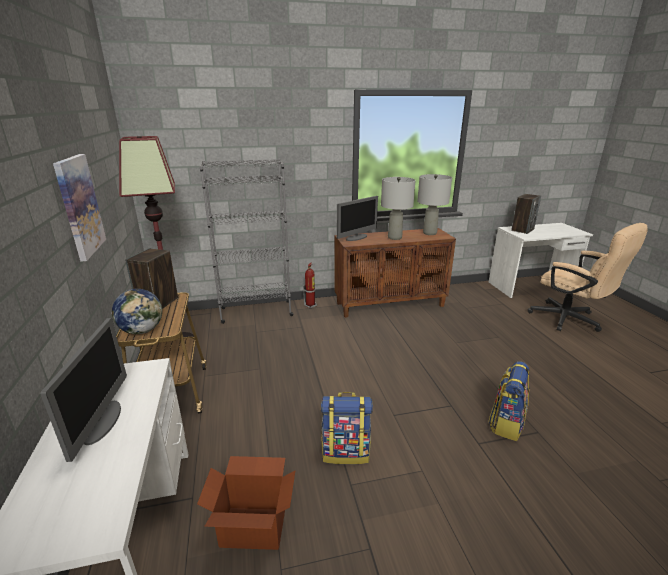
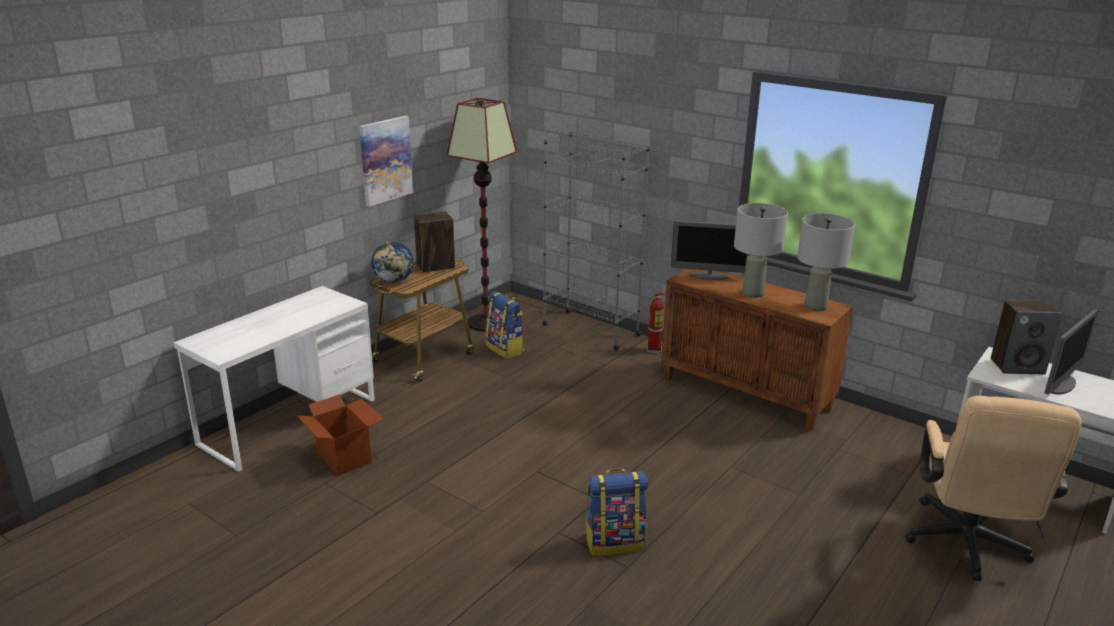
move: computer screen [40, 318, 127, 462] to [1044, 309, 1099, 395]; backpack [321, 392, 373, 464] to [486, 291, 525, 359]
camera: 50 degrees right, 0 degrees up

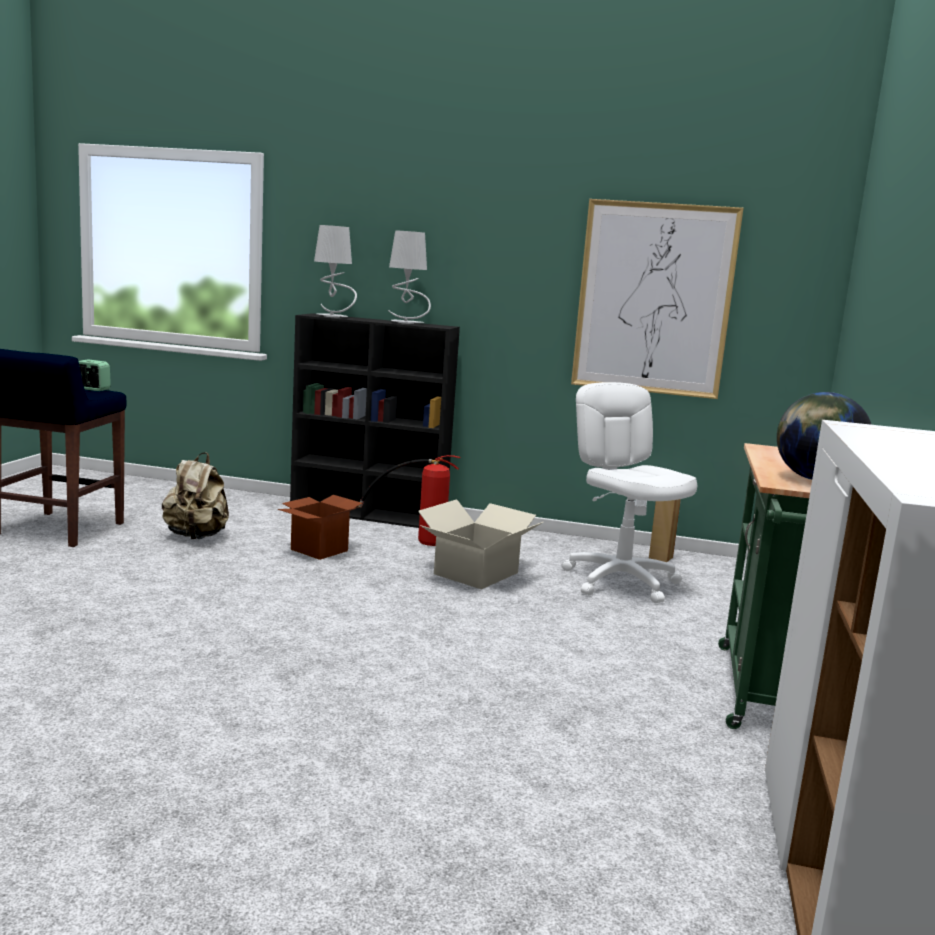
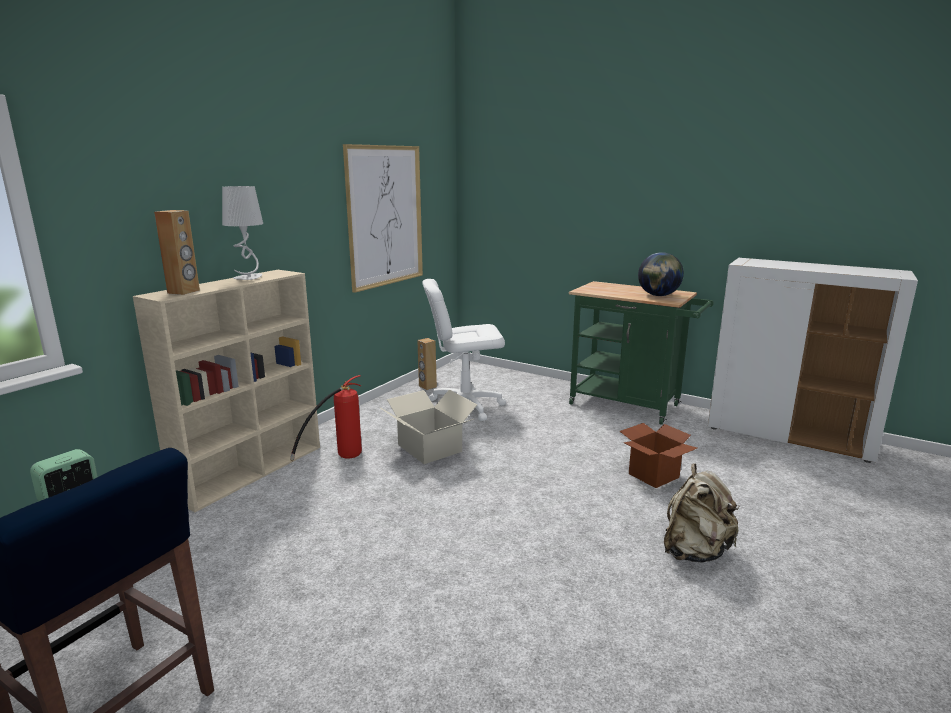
move: backpack (beige) [162, 452, 229, 539] to [664, 463, 739, 563]; cardboard box [278, 495, 362, 560] to [619, 423, 697, 488]
replace: lamp for a table (grey) [314, 225, 357, 317] to speaker (brownish) [154, 210, 200, 295]
recolor: bookshelf (blackish) [290, 313, 460, 528] to bookshelf (beige) [133, 270, 320, 512]
camera: 70 degrees left, 5 degrees up

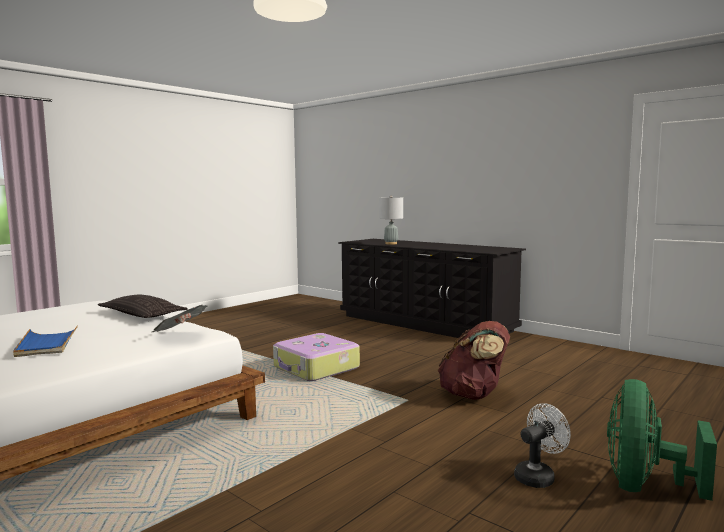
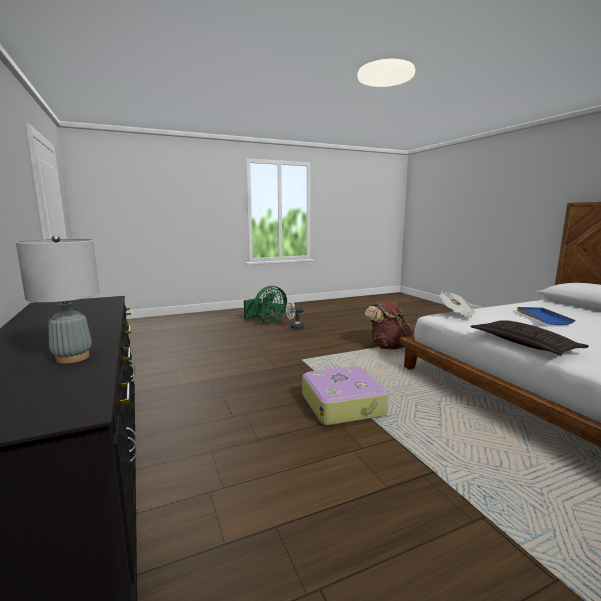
move: backpack (brownish) [438, 321, 510, 400] to [365, 300, 414, 350]
camera: 155 degrees left, 5 degrees up

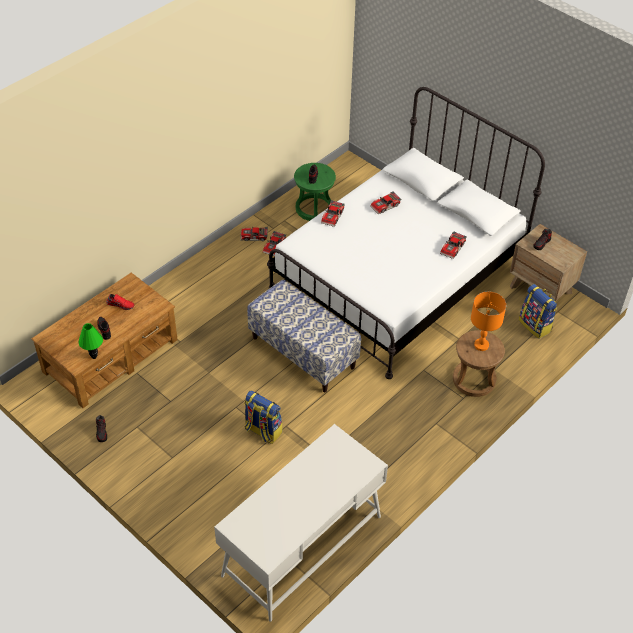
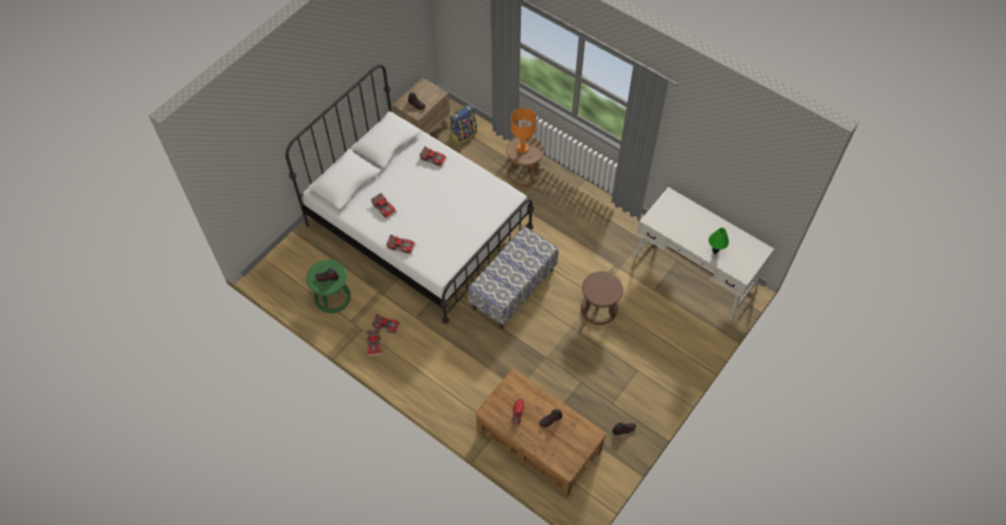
move: lamp for a table (greenish) [79, 323, 103, 359] to [709, 228, 729, 254]
replace: backpack [244, 390, 283, 444] to sitting stool (brownish) [581, 271, 623, 325]
camera: 95 degrees left, 10 degrees up

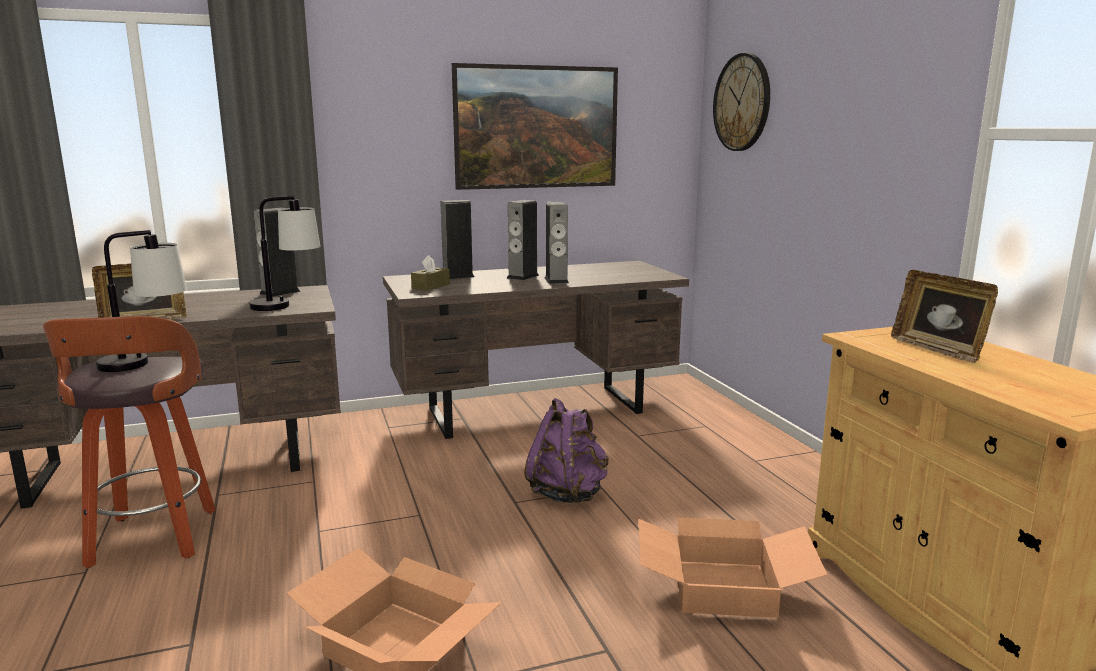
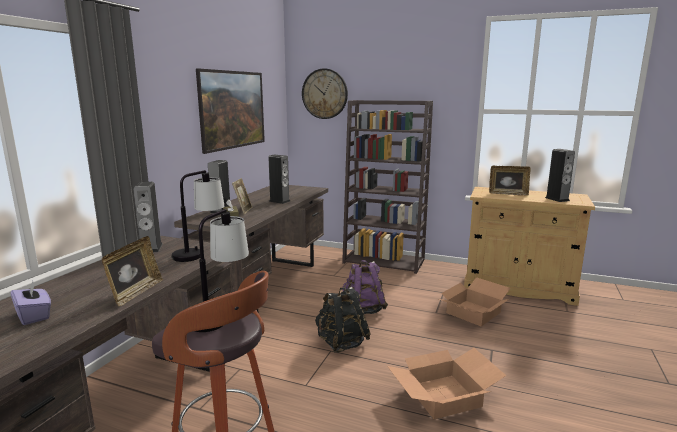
insert: box of tissues (purplish) [11, 281, 51, 325]; standing frame [232, 178, 253, 214]; backpack (blackish) [315, 287, 371, 353]; bookshelf (brownish) [342, 100, 433, 274]
move: speaker [507, 200, 539, 280] to [545, 149, 575, 202]
camera: 50 degrees left, 0 degrees up

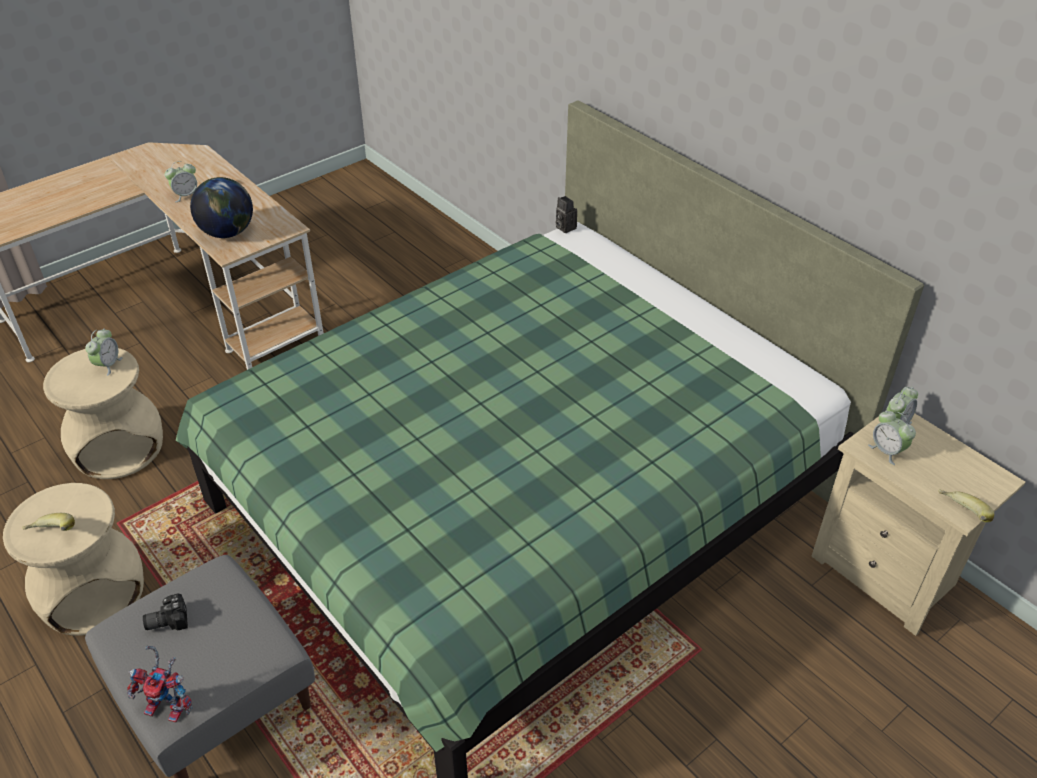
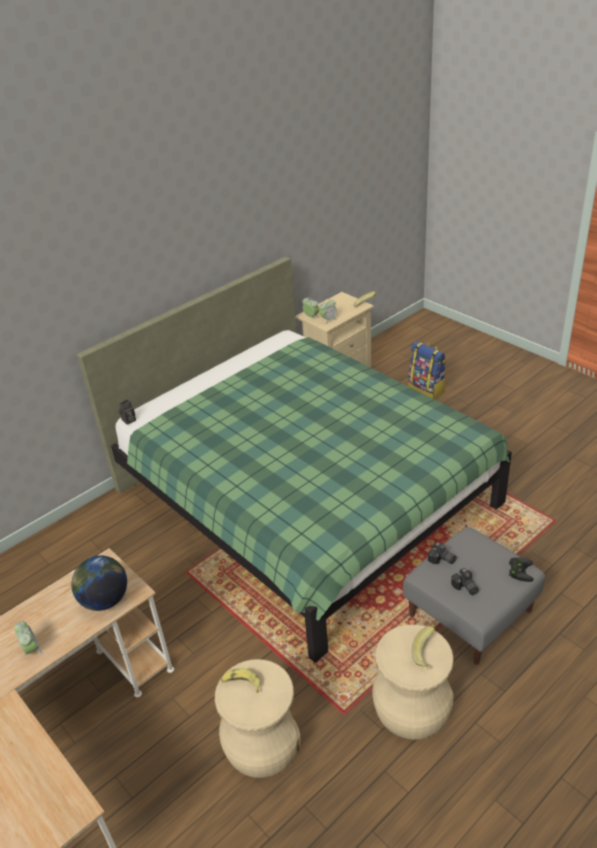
insert: backpack [408, 341, 446, 399]; still camera [428, 542, 456, 564]
replace: table clock [85, 329, 123, 376] to whole banana [221, 668, 261, 693]; model robot [127, 646, 192, 723] to joypad (blackish) [509, 557, 534, 582]
camera: 90 degrees left, 5 degrees down

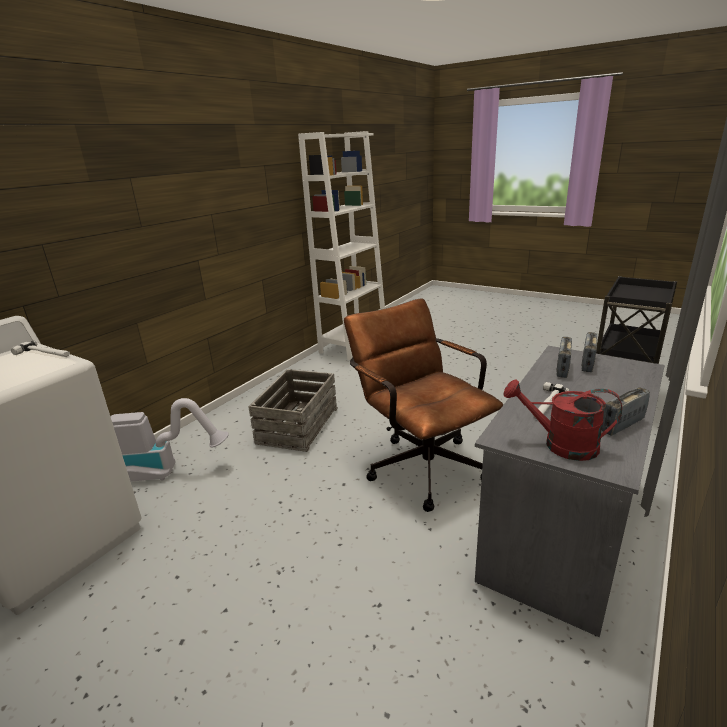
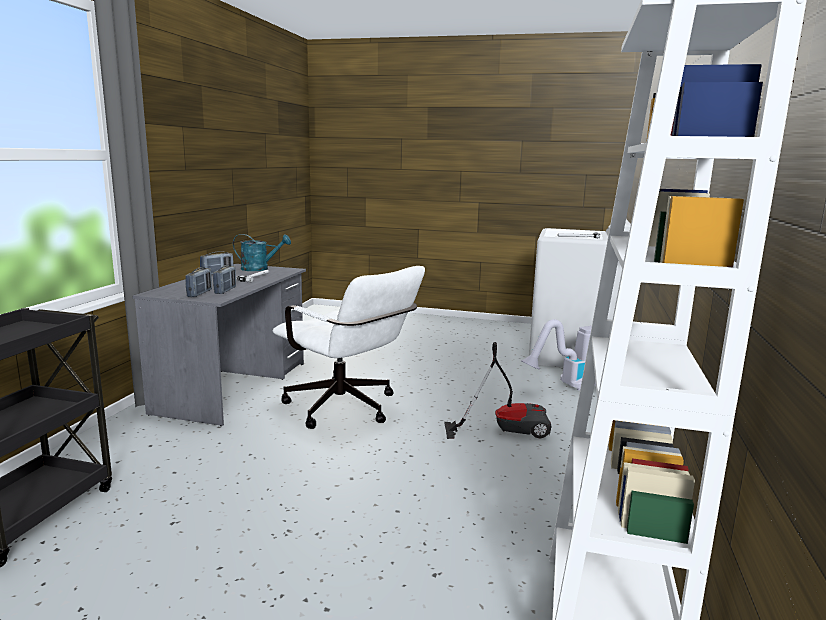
replace: shipping crate [248, 369, 338, 452] to vacuum cleaner [444, 342, 552, 439]
recolor: desk chair (brownish) [344, 298, 503, 512] to desk chair (white-coloured) [273, 266, 425, 429]; sprinkling can (red) [504, 379, 622, 461] to sprinkling can (turquoise) [233, 234, 291, 271]
camera: 160 degrees right, 10 degrees down

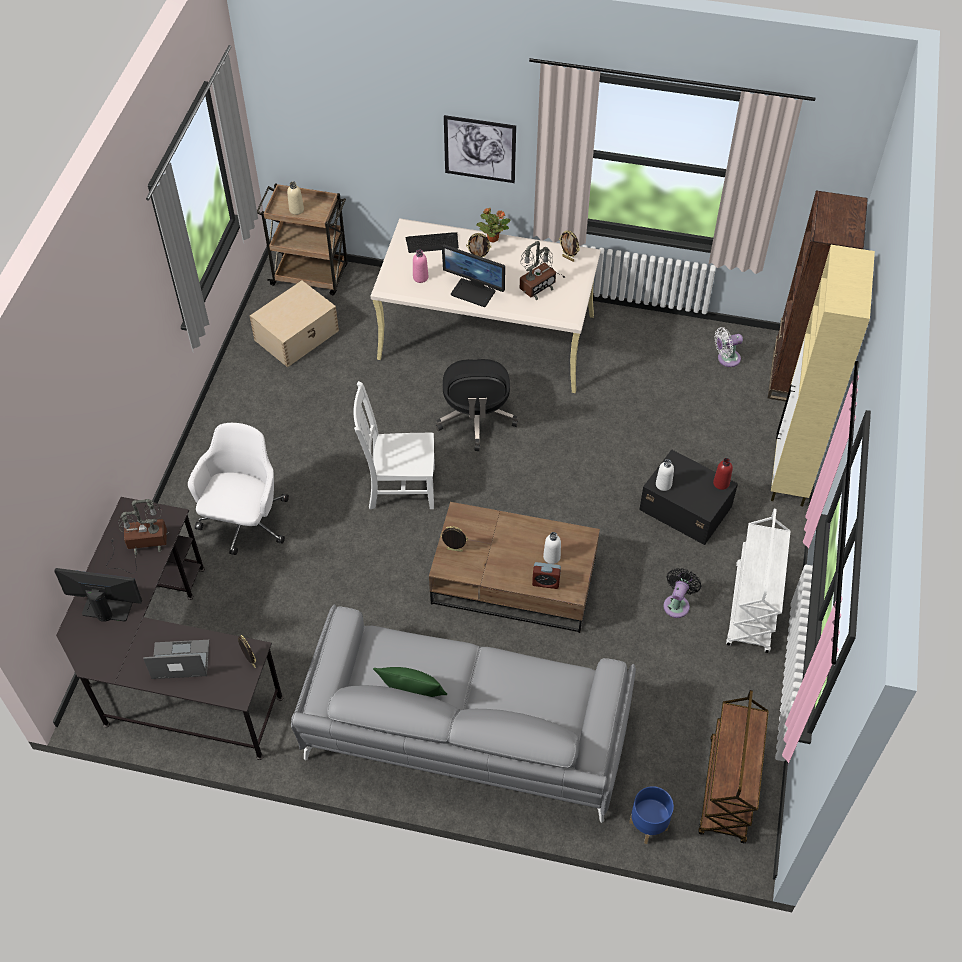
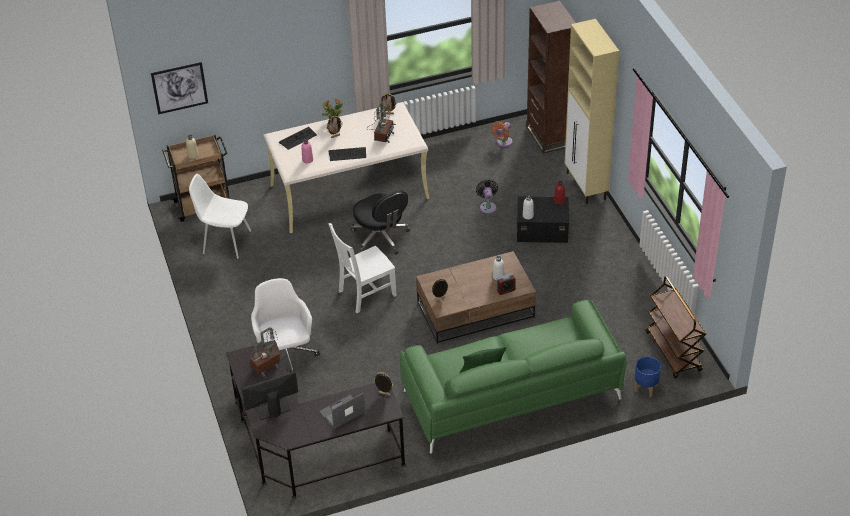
delete: cart (white-coloured) [726, 509, 791, 653]
move: wall picture [444, 115, 516, 183] to [151, 62, 208, 114]; fan (blackish) [663, 568, 701, 618] to [476, 180, 498, 214]
replace: storage container (beige) [250, 280, 339, 367] to chair (white-coloured) [189, 174, 251, 259]; computer screen [442, 244, 505, 307] to keyboard [328, 147, 366, 161]
recolor: settee (grey) [291, 604, 636, 823] to settee (greenish) [400, 300, 627, 454]; fan (white-coloured) [714, 327, 743, 367] to fan (orange-coloured) [491, 121, 513, 147]
camera: 30 degrees left, 10 degrees down

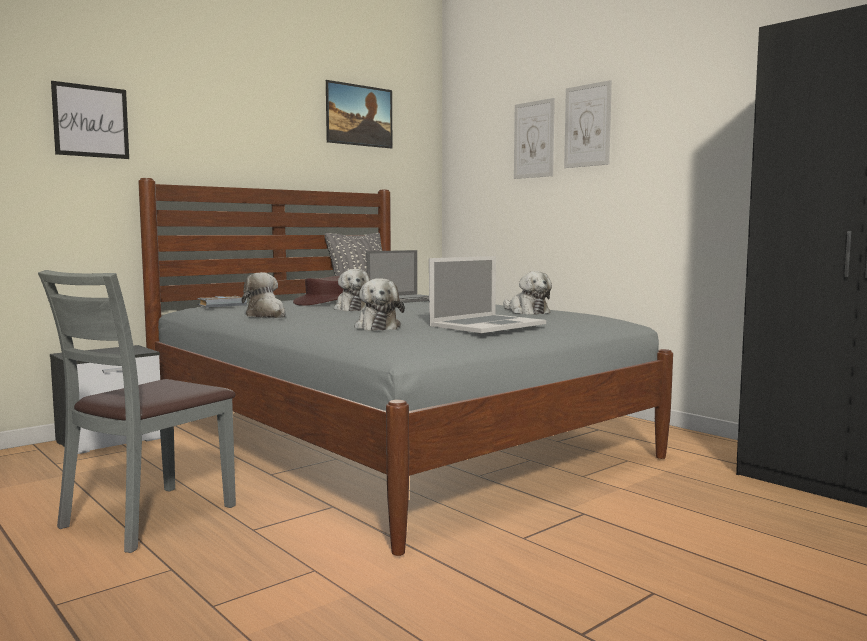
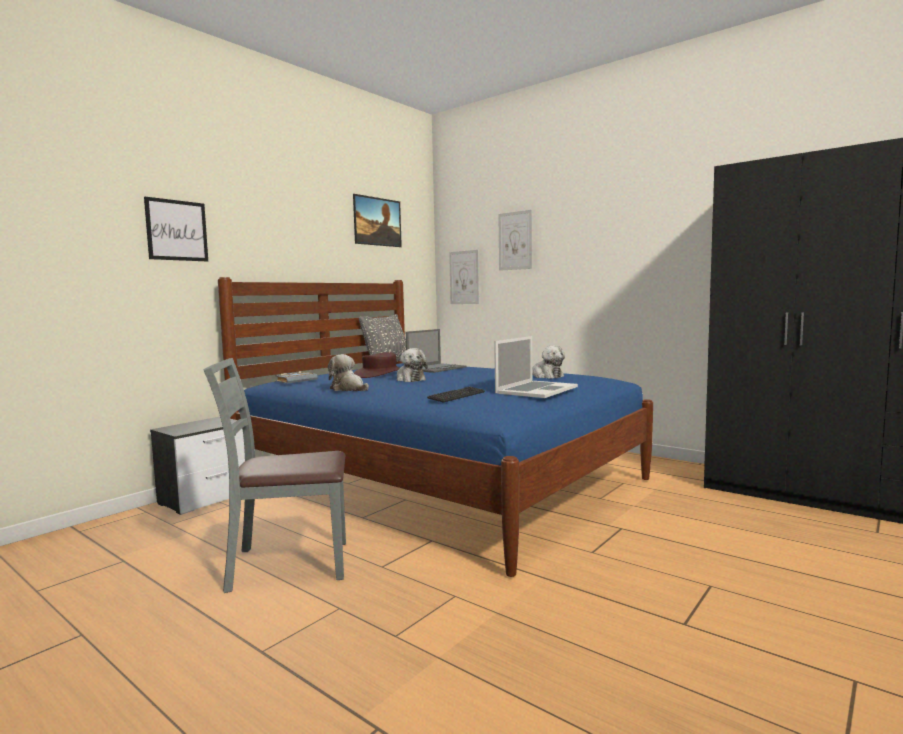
move: wall picture [564, 80, 612, 168] to [449, 250, 479, 304]
replace: cuddly toy [354, 278, 405, 331] to keyboard [427, 386, 485, 403]
recolor: sleeping bed (grey) [138, 178, 673, 556] to sleeping bed (blue-coloured) [218, 277, 653, 577]
rotate: chair (grey) [38, 270, 236, 553] = [203, 358, 346, 593] 60 degrees clockwise
camera: 10 degrees left, 0 degrees up

